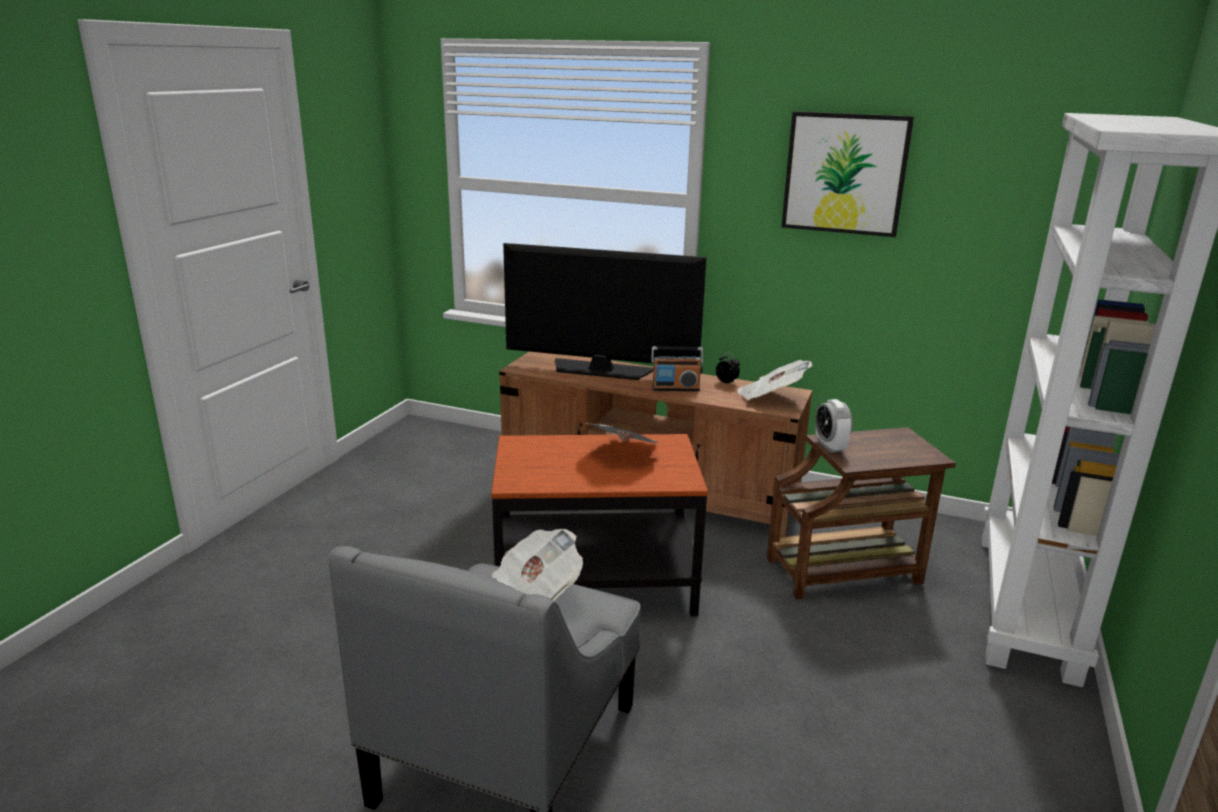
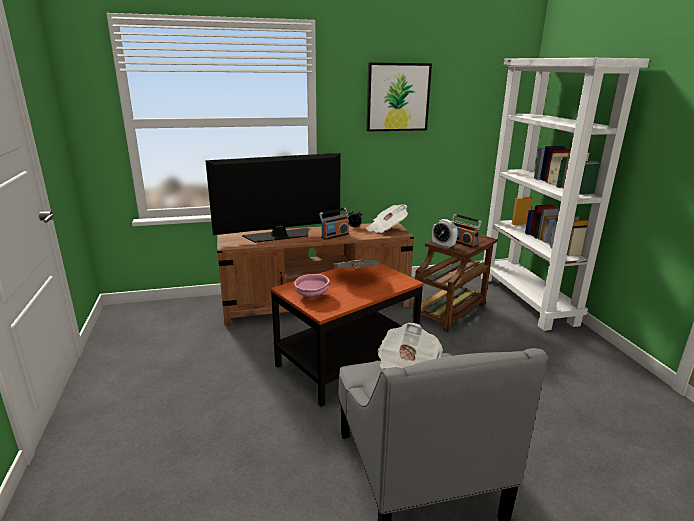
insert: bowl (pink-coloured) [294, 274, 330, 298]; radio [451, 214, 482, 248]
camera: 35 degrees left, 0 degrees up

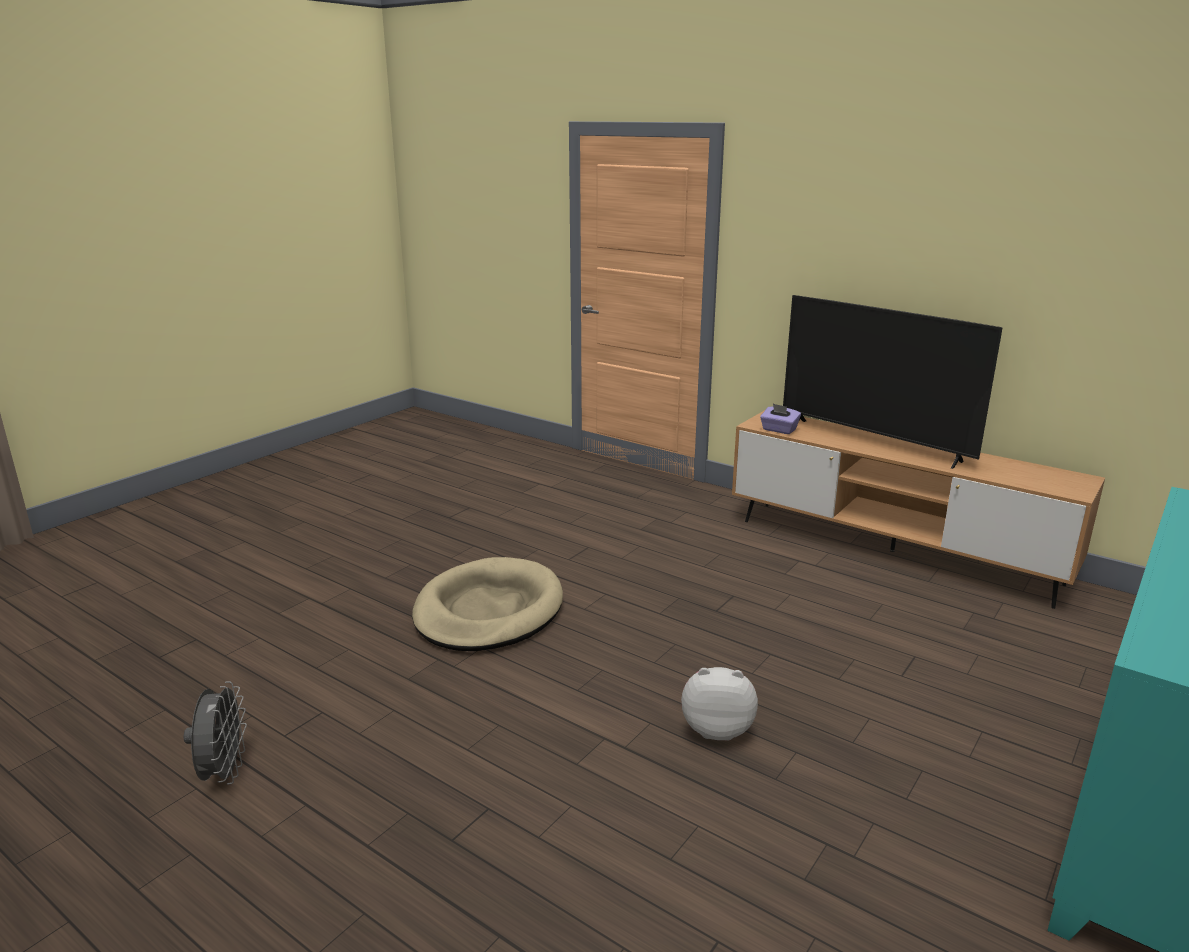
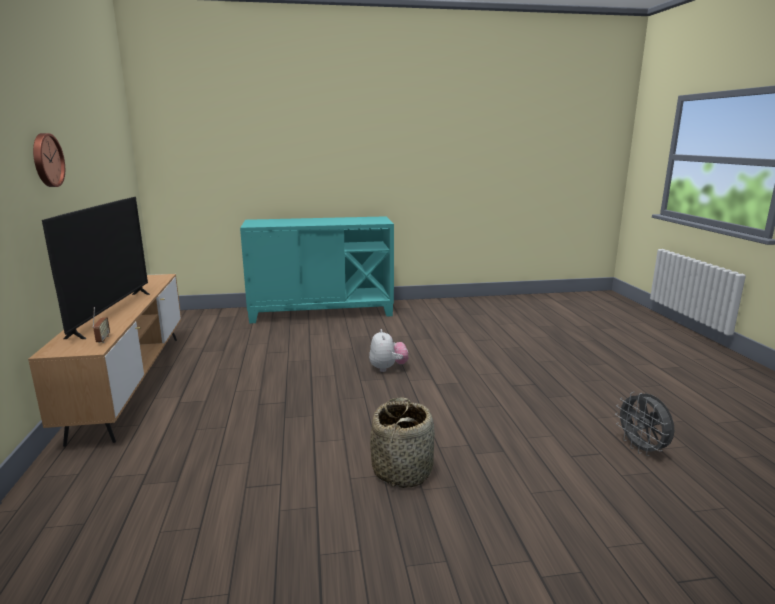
insert: clock on the wall [33, 133, 65, 187]
replace: dog bed (beige) [412, 557, 563, 651] to basket [370, 397, 435, 488]; box of tissues (purplish) [760, 404, 801, 434] to radio [92, 307, 110, 343]
rotate: fan (grey) [184, 681, 247, 785] = [615, 392, 674, 456] 60 degrees counterclockwise; cuddly toy [681, 667, 758, 741] = [369, 329, 408, 372] 150 degrees counterclockwise
camera: 135 degrees left, 5 degrees down

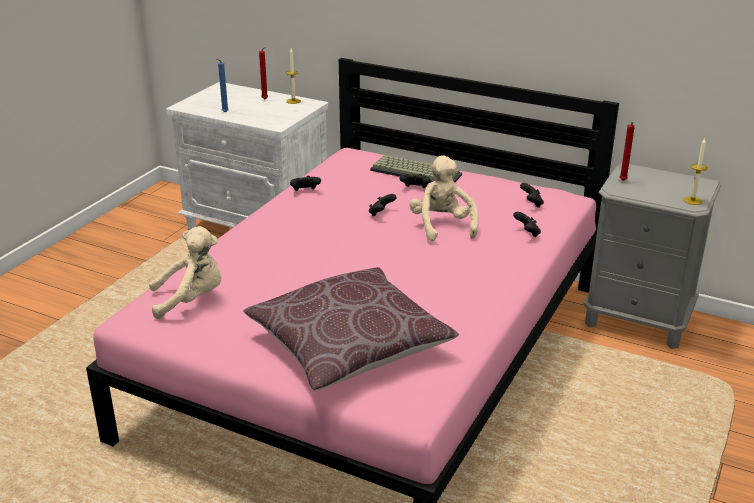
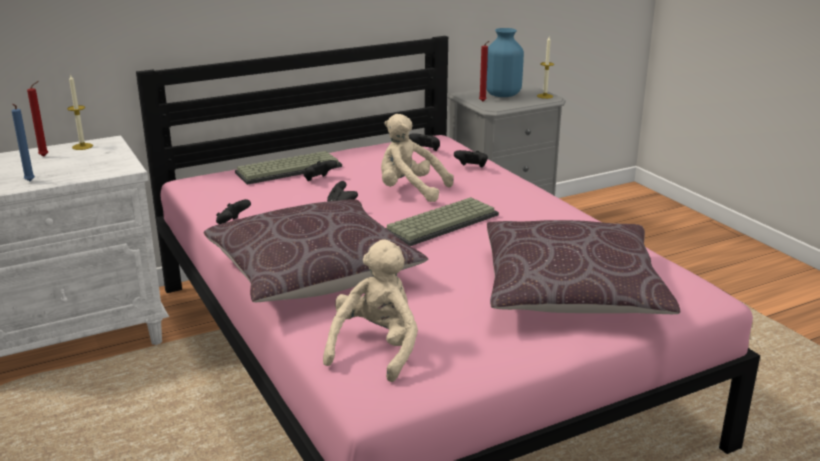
insert: throw pillow (brownish) [203, 199, 428, 302]; keyboard [386, 197, 499, 246]; flower vase (blue-coloured) [486, 28, 524, 97]
camera: 55 degrees left, 5 degrees down

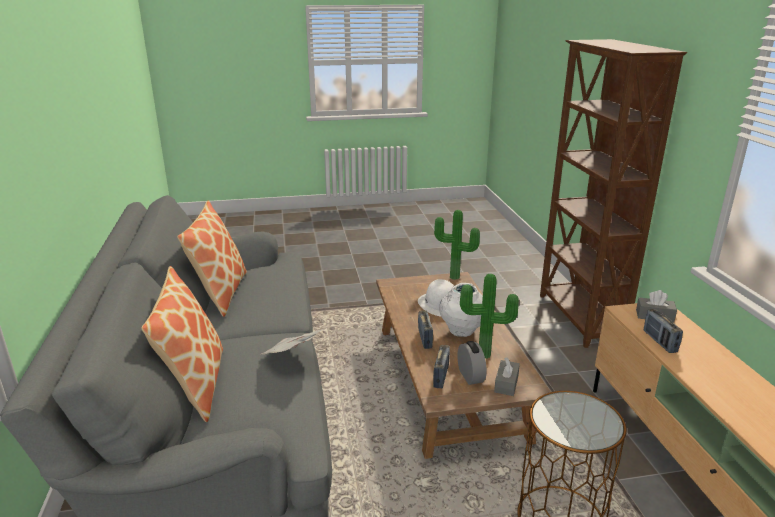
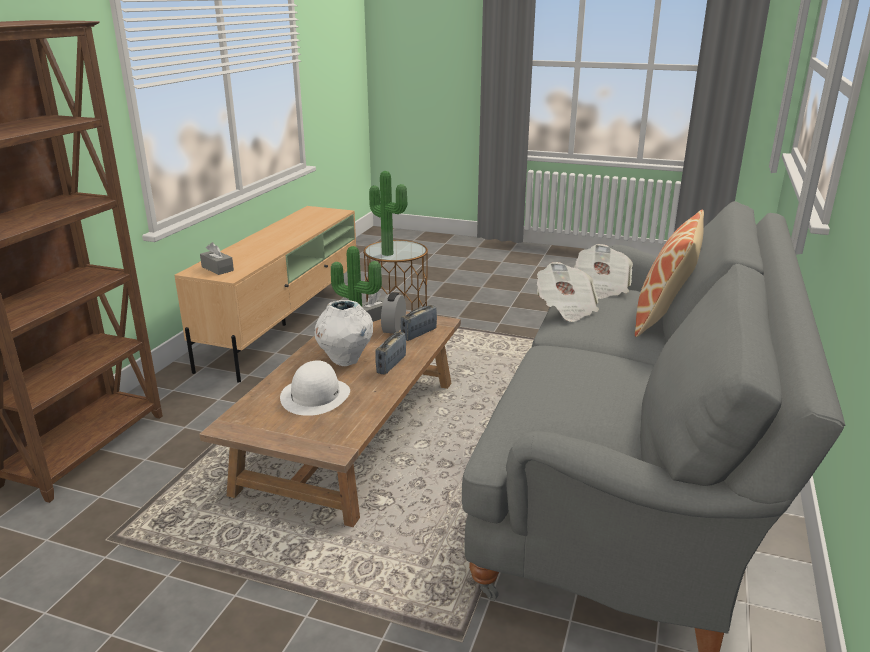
delete: throw pillow [177, 201, 247, 317]; radio [644, 309, 683, 353]
insert: printed paper [574, 244, 633, 299]
move: houseplant [434, 210, 480, 280] to [369, 171, 407, 256]
camera: 150 degrees left, 0 degrees up

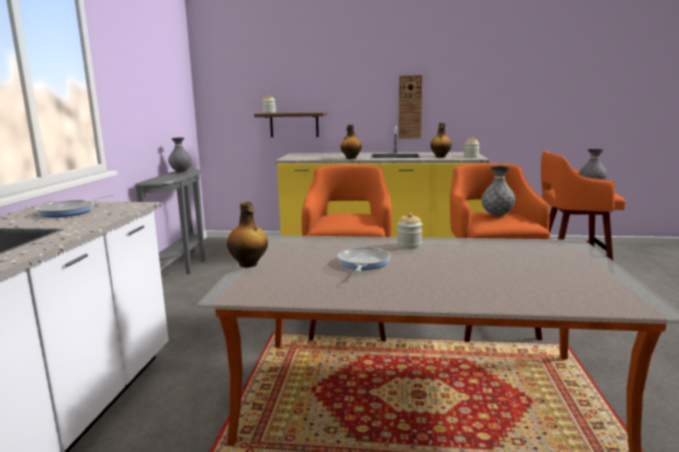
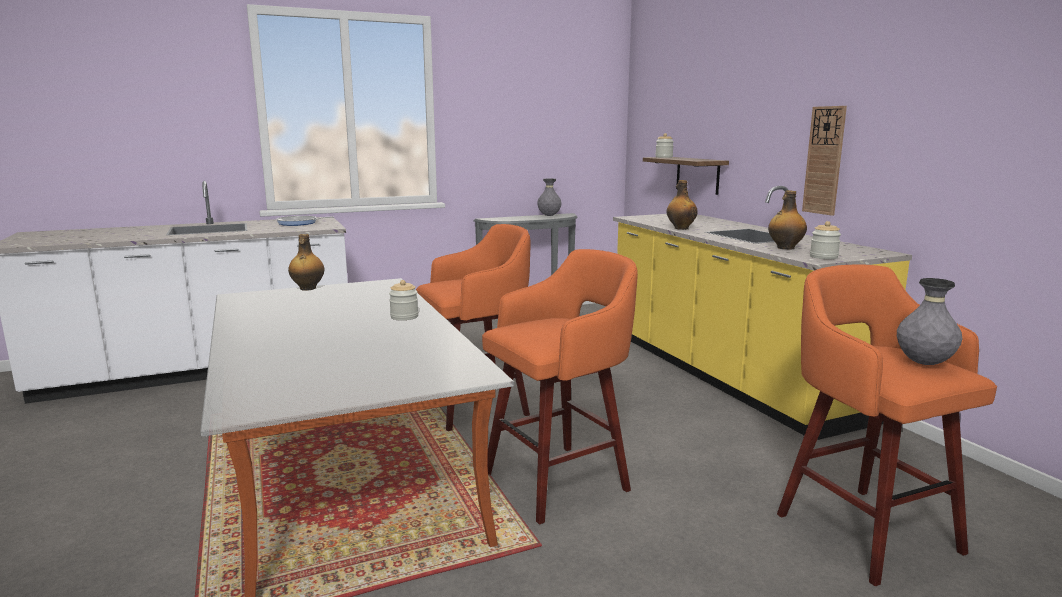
delete: frying pan [337, 247, 390, 272]; flower vase (grey) [481, 166, 515, 216]
camera: 60 degrees right, 0 degrees up

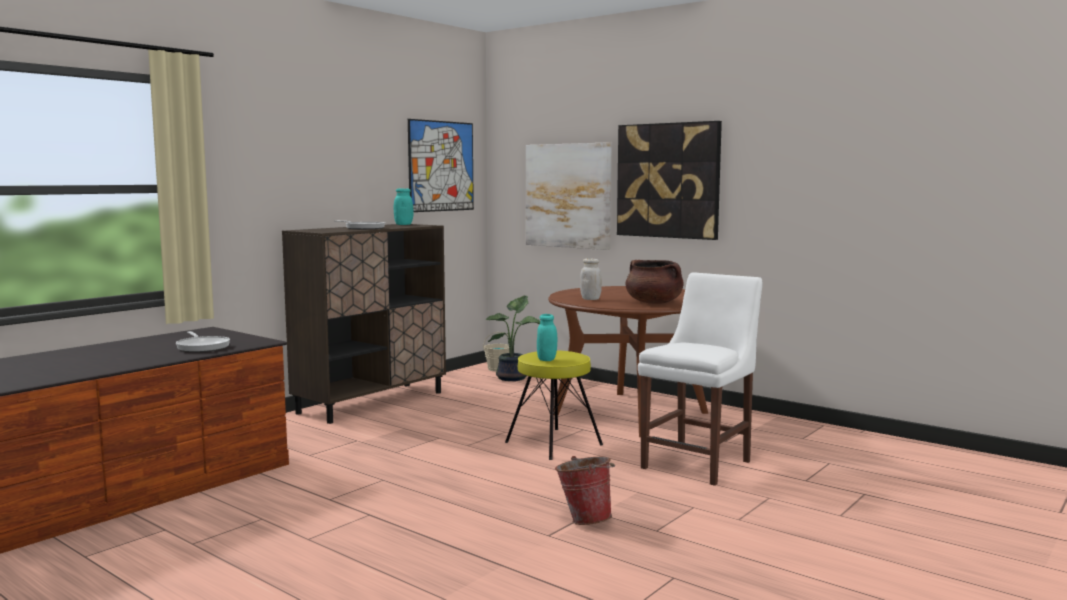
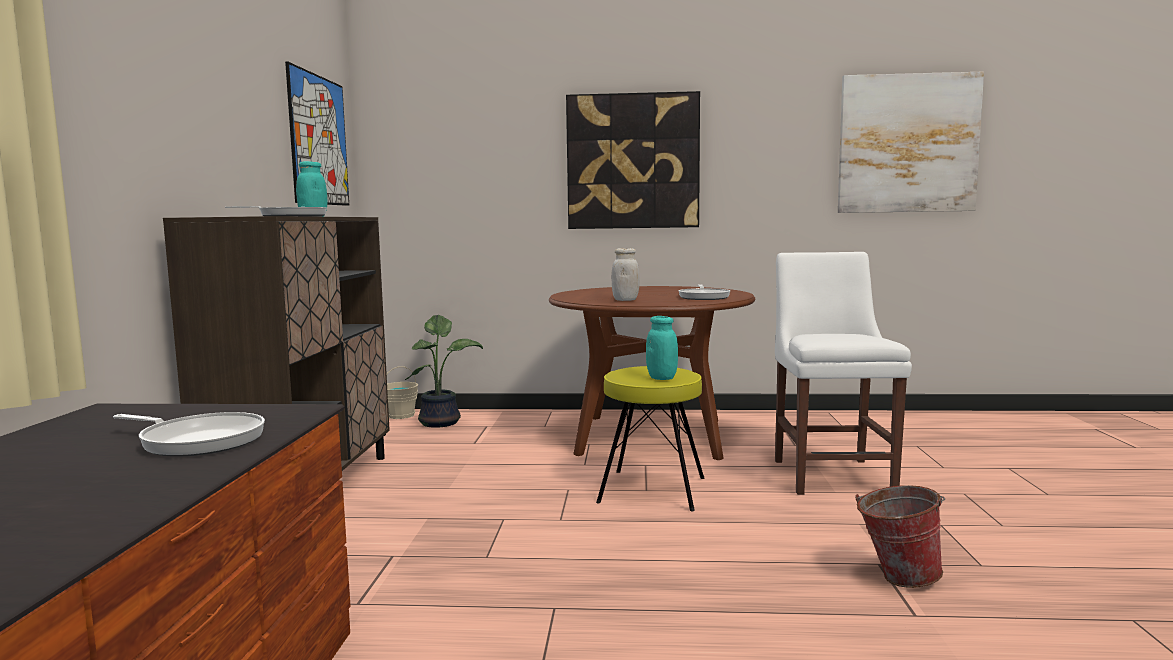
move: wall picture [526, 142, 612, 250] to [838, 72, 984, 213]
replace: cooking pot (brownish) [625, 260, 684, 304] to frying pan [679, 284, 730, 300]
camera: 35 degrees left, 0 degrees up

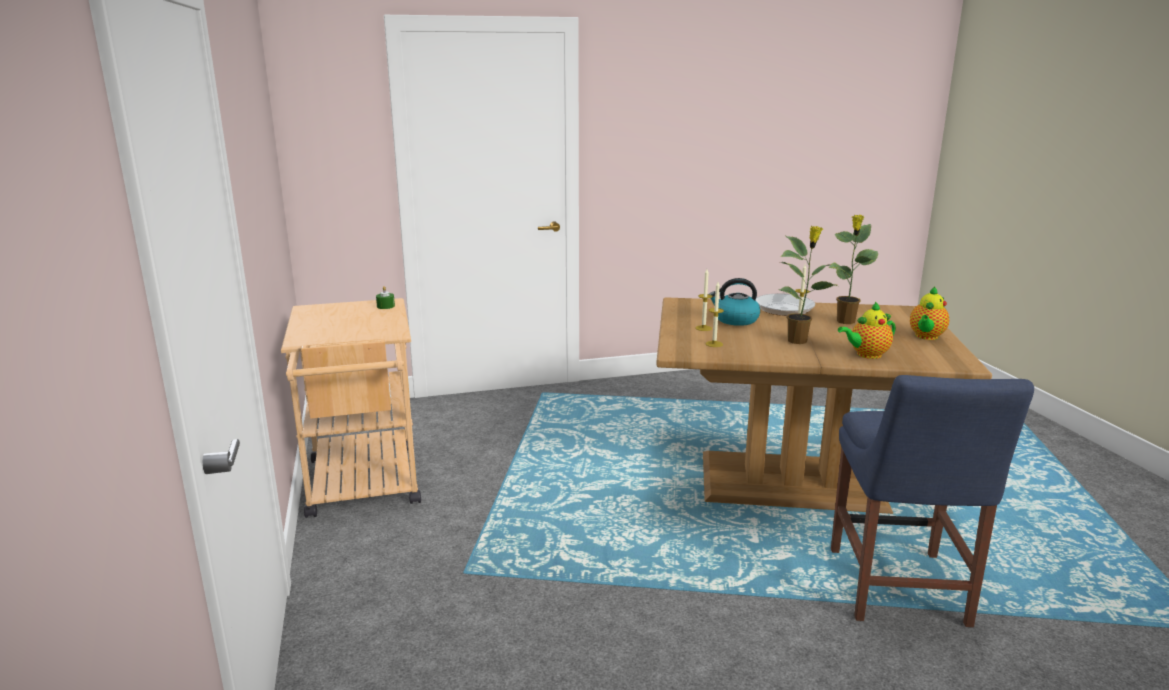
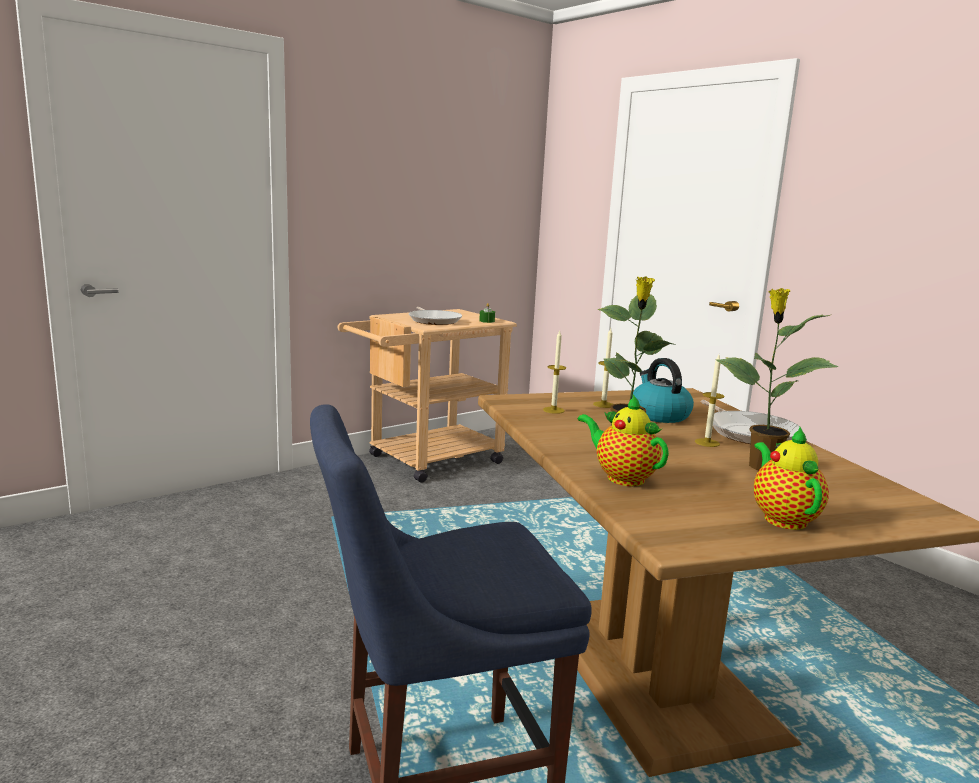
insert: frying pan [409, 307, 462, 325]
rotate: pot for tea [910, 286, 949, 340] = [754, 427, 829, 530] 75 degrees clockwise
camera: 65 degrees right, 5 degrees down

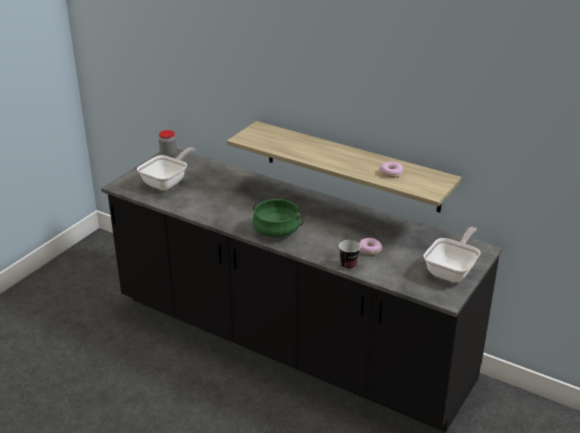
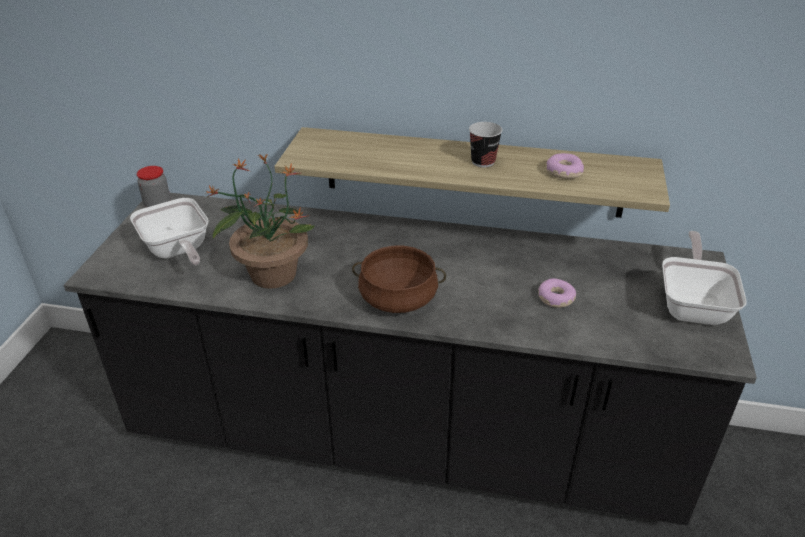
insert: houseplant [204, 153, 315, 289]
move: drinking cup [339, 240, 361, 270] to [469, 122, 502, 168]
recolor: cooking pot (greenish) [252, 199, 303, 237] to cooking pot (brownish) [352, 245, 446, 313]
rotate: frying pan [137, 147, 195, 191] = [130, 198, 209, 265] 135 degrees clockwise
camera: 20 degrees left, 5 degrees up

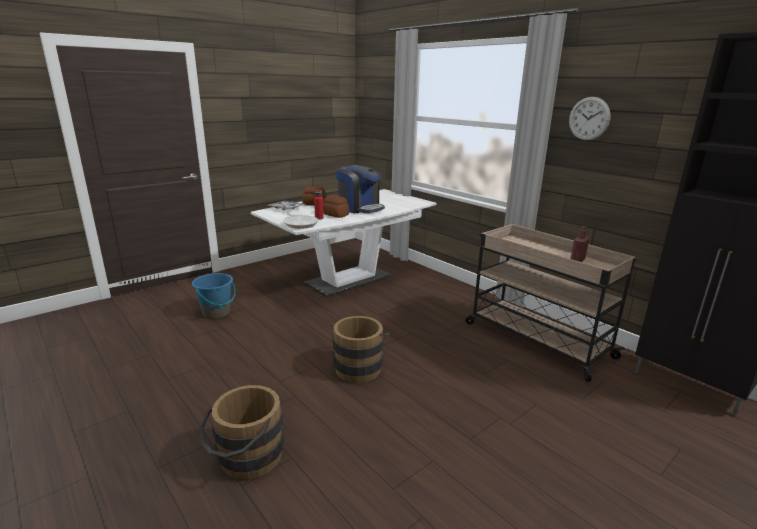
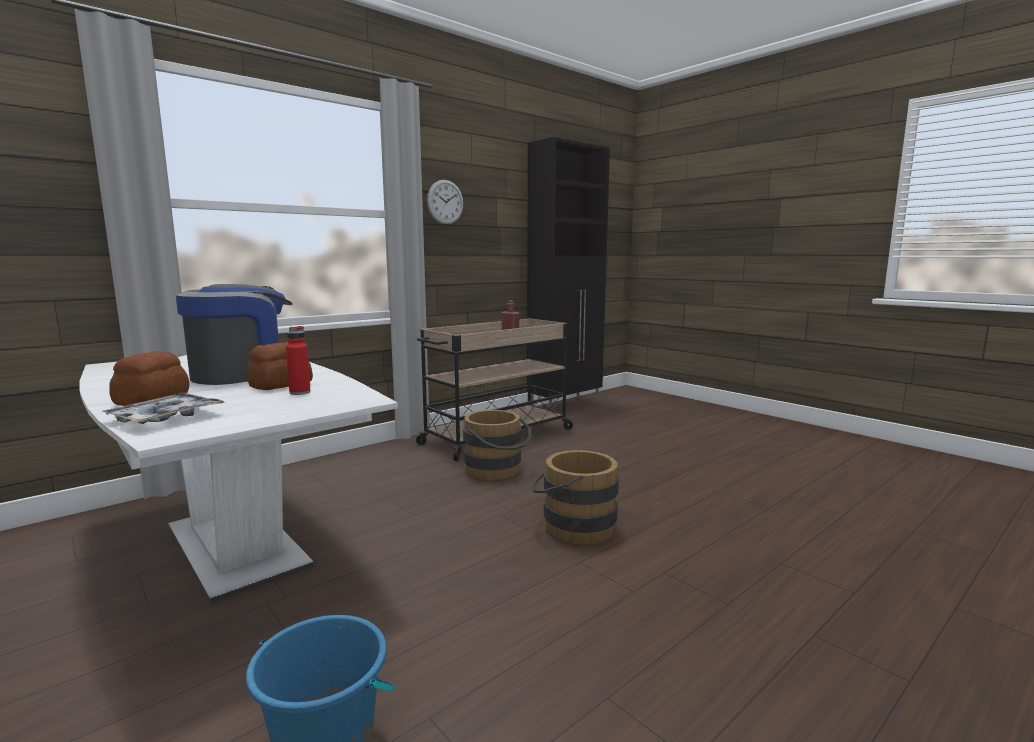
delete: frying pan [283, 212, 319, 229]
move: water bucket (brownish) [199, 385, 284, 480] to [463, 410, 532, 480]
camera: 90 degrees left, 10 degrees down

